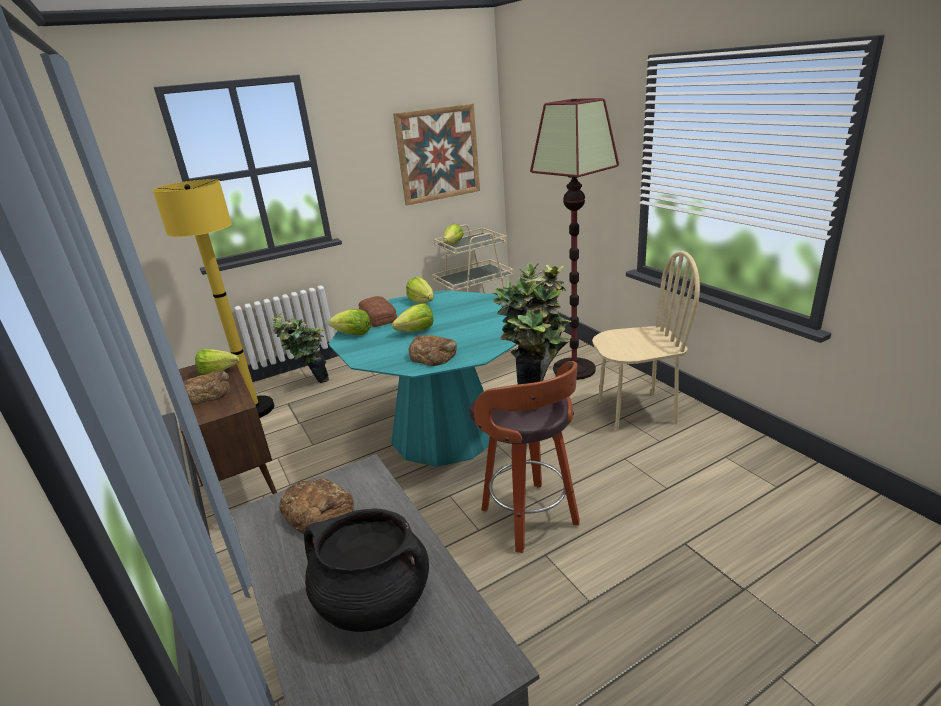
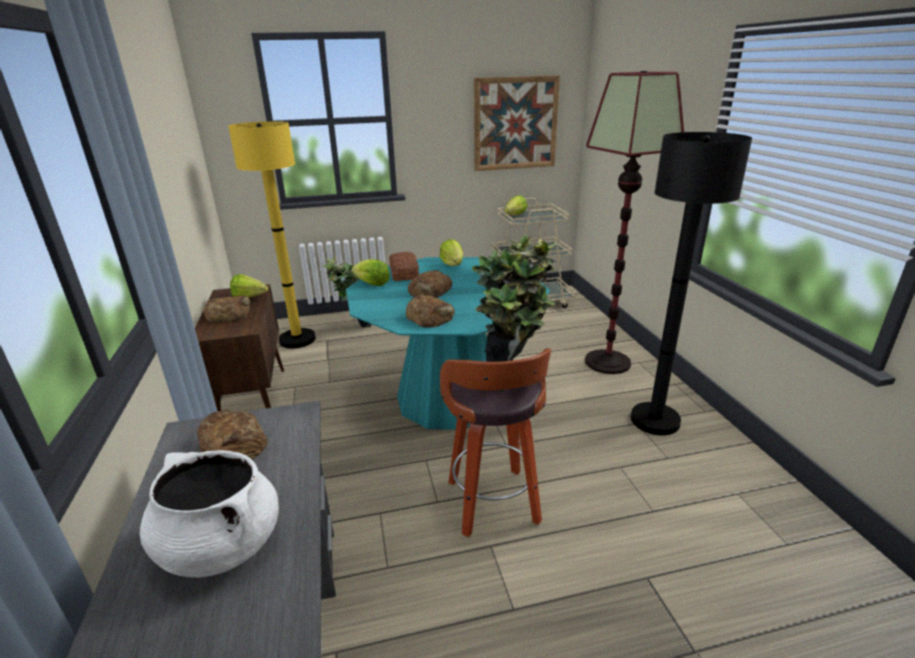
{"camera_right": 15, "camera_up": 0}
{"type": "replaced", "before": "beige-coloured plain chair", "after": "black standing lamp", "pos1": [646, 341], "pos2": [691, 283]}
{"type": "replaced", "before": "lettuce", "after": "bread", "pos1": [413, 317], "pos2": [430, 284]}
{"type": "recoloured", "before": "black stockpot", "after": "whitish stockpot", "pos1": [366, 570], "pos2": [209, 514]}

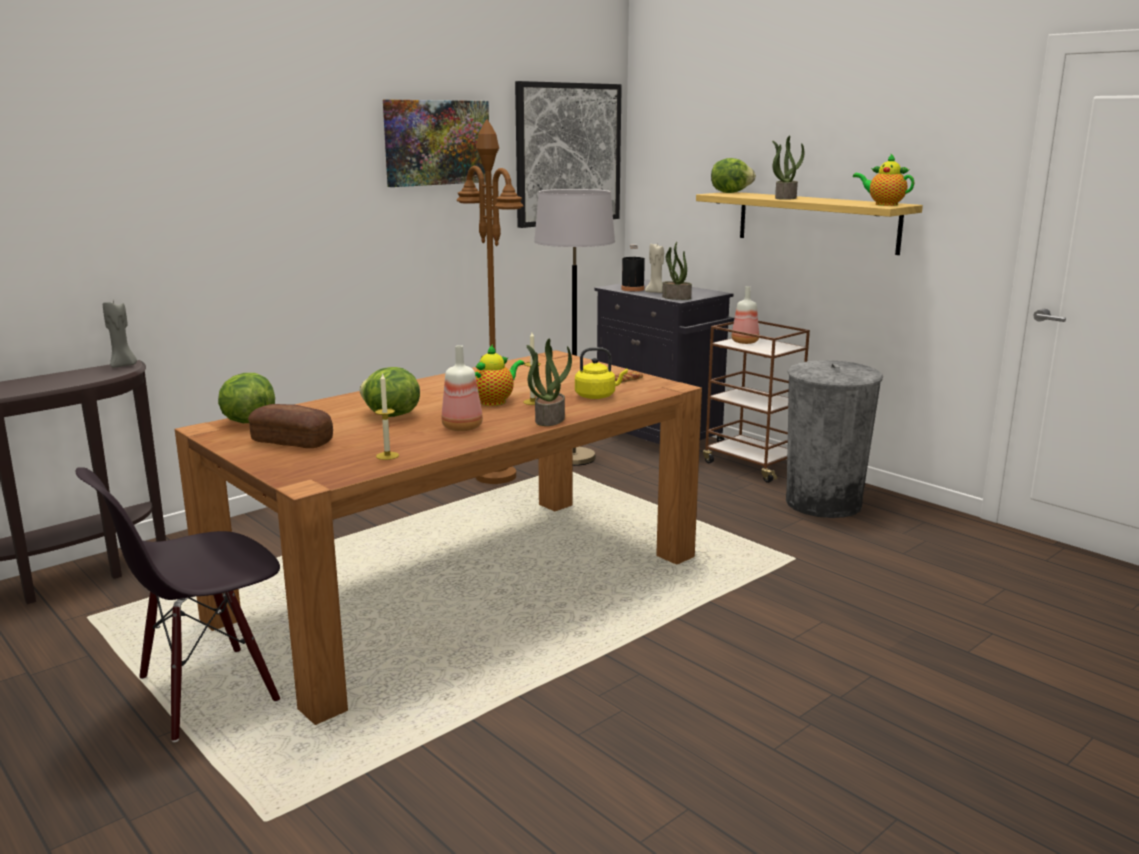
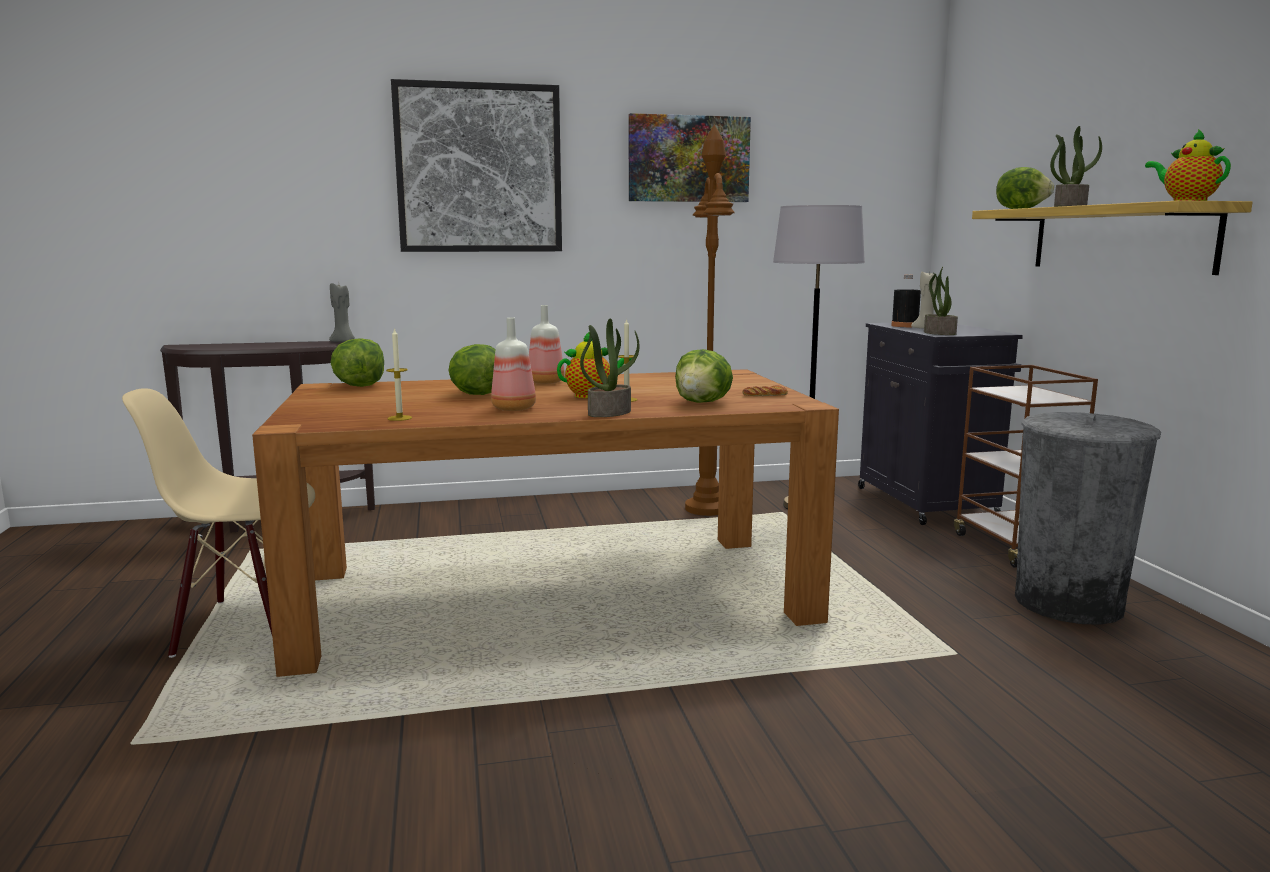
{"camera_right": 30, "camera_up": -5}
{"type": "moved", "before": "picture", "pos1": [568, 154], "pos2": [476, 165]}
{"type": "moved", "before": "bottle", "pos1": [745, 315], "pos2": [547, 344]}
{"type": "replaced", "before": "yellow water kettle", "after": "lettuce", "pos1": [601, 373], "pos2": [704, 376]}
{"type": "removed", "before": "bread", "pos1": [290, 426]}
{"type": "recoloured", "before": "black plain chair", "after": "beige-coloured plain chair", "pos1": [178, 604], "pos2": [218, 523]}

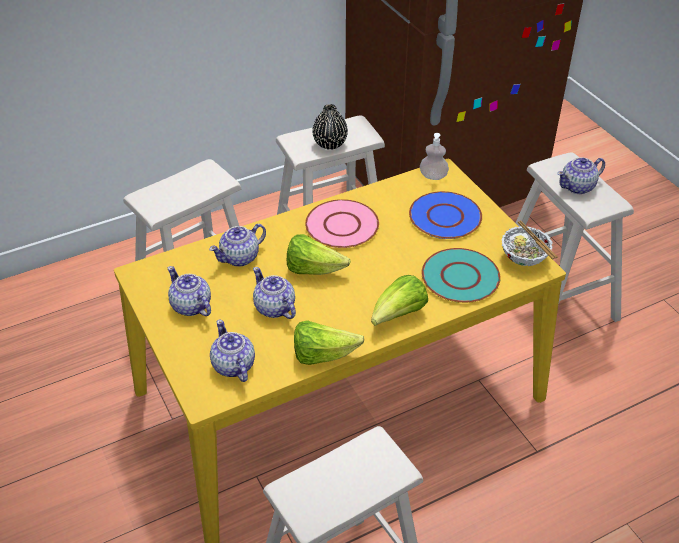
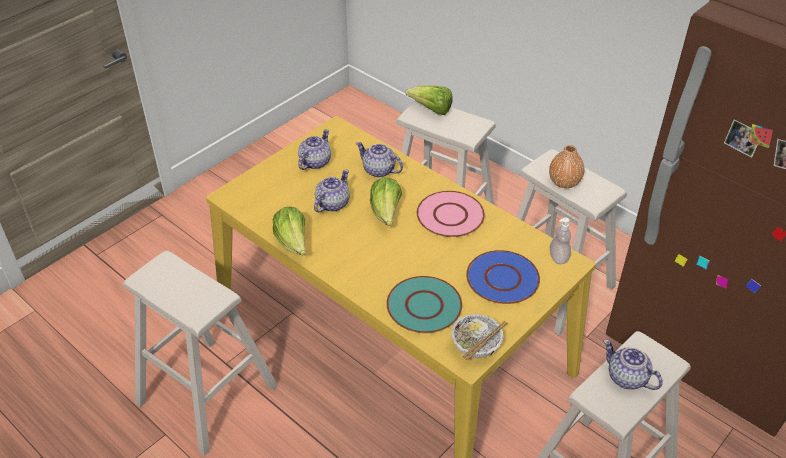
{"camera_right": 70, "camera_up": 0}
{"type": "recoloured", "before": "black vase", "after": "orangey vase", "pos1": [330, 127], "pos2": [567, 166]}
{"type": "moved", "before": "lettuce", "pos1": [399, 300], "pos2": [428, 100]}
{"type": "removed", "before": "teapot", "pos1": [232, 351]}

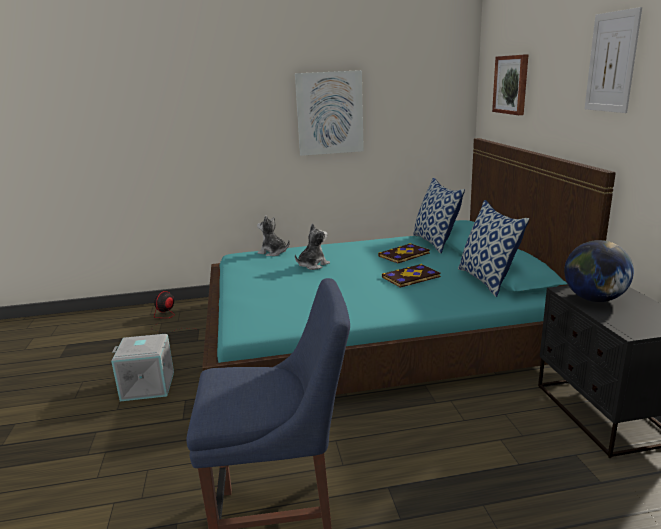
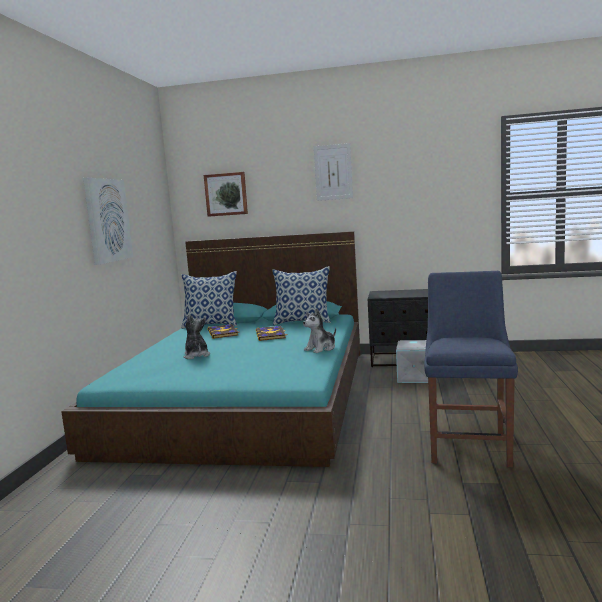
{"camera_right": -70, "camera_up": -10}
{"type": "moved", "before": "cuddly toy", "pos1": [273, 235], "pos2": [319, 330]}
{"type": "removed", "before": "globe", "pos1": [599, 271]}
{"type": "removed", "before": "electric fan", "pos1": [173, 311]}
{"type": "moved", "before": "greyish storage container", "pos1": [142, 367], "pos2": [412, 361]}

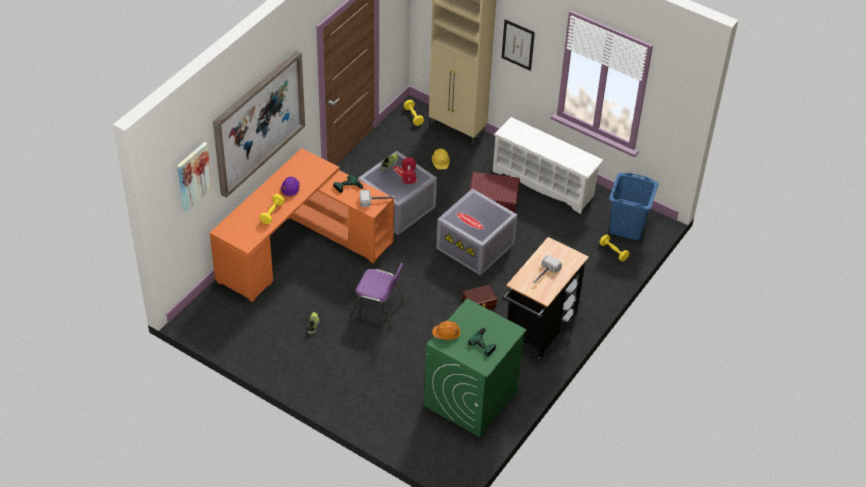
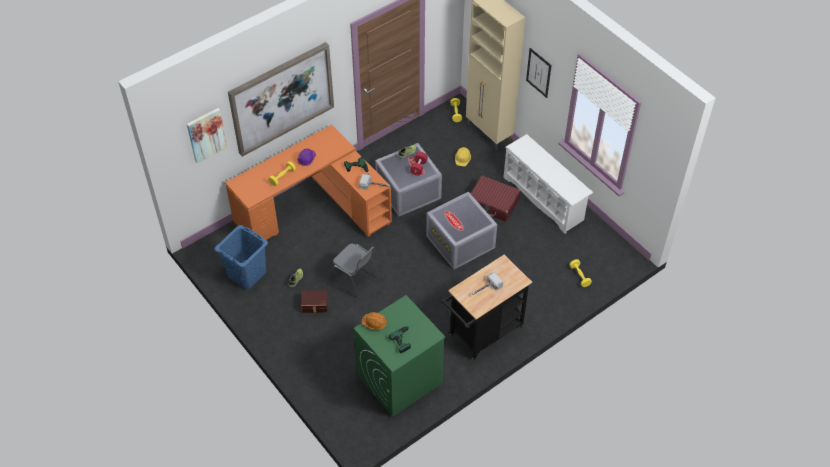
{"camera_right": 20, "camera_up": 5}
{"type": "moved", "before": "blue hamper", "pos1": [634, 206], "pos2": [241, 257]}
{"type": "recoloured", "before": "purple plain chair", "after": "greyish plain chair", "pos1": [378, 295], "pos2": [354, 271]}
{"type": "moved", "before": "brownish storage container", "pos1": [479, 297], "pos2": [314, 301]}

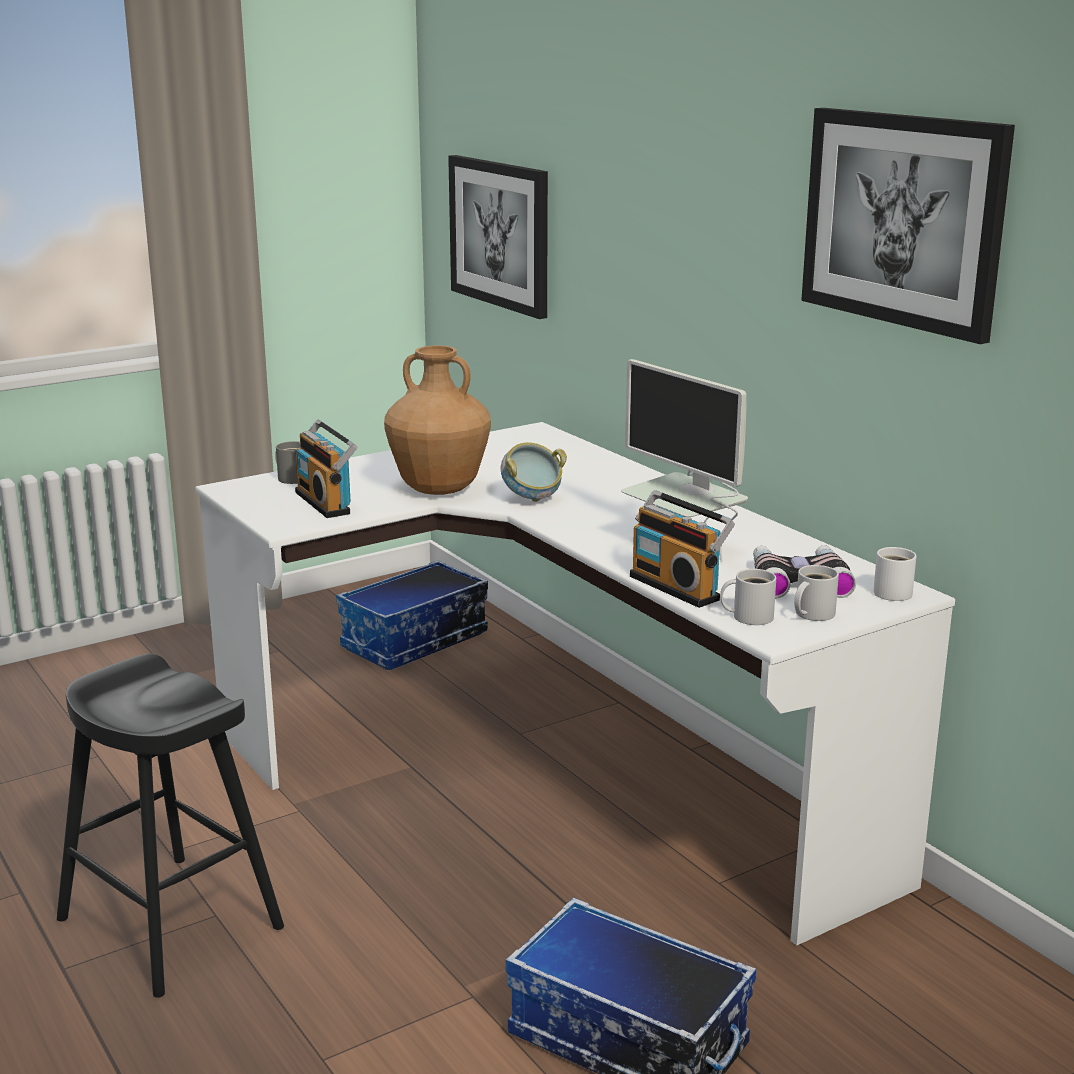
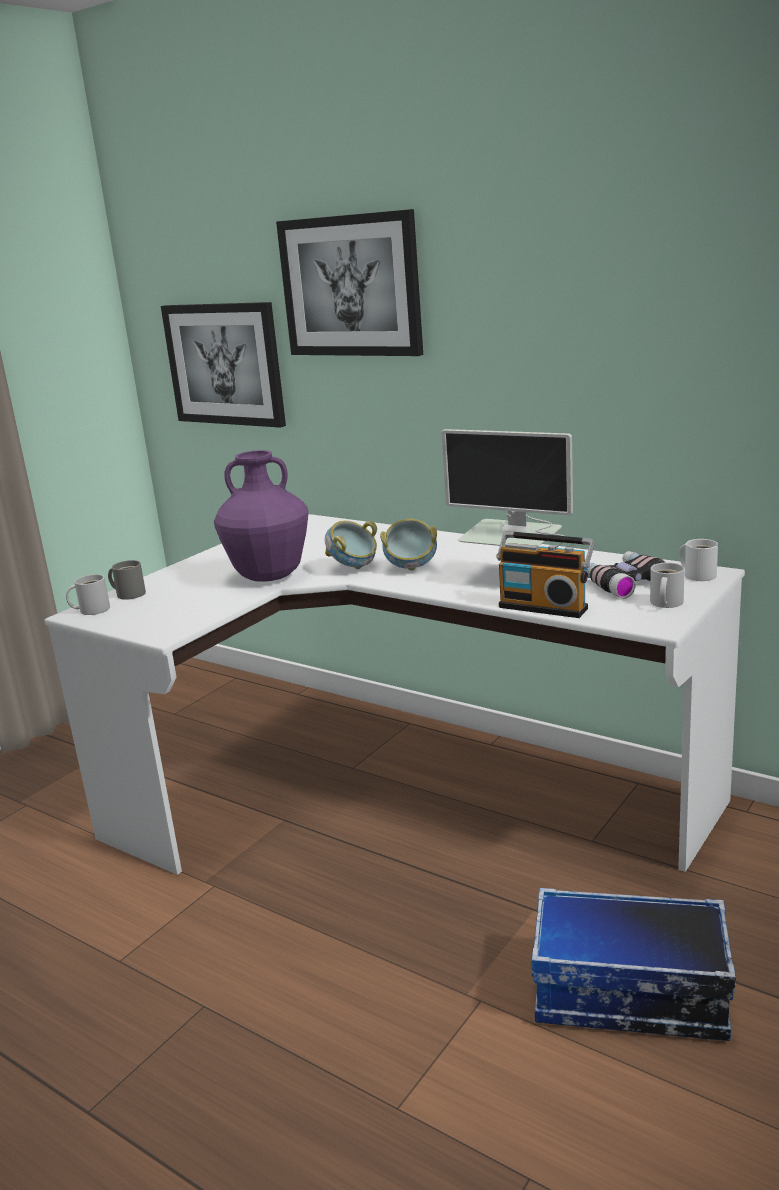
{"camera_right": -20, "camera_up": 0}
{"type": "moved", "before": "picture", "pos1": [908, 226], "pos2": [349, 282]}
{"type": "recoloured", "before": "brownish vase", "after": "purple vase", "pos1": [437, 420], "pos2": [261, 516]}
{"type": "removed", "before": "radio receiver", "pos1": [326, 469]}
{"type": "removed", "before": "storage container", "pos1": [412, 615]}
{"type": "moved", "before": "whitish coffee mug", "pos1": [748, 597], "pos2": [88, 594]}
{"type": "removed", "before": "black stool", "pos1": [170, 826]}
{"type": "added", "after": "serving bowl", "pos2": [408, 545]}

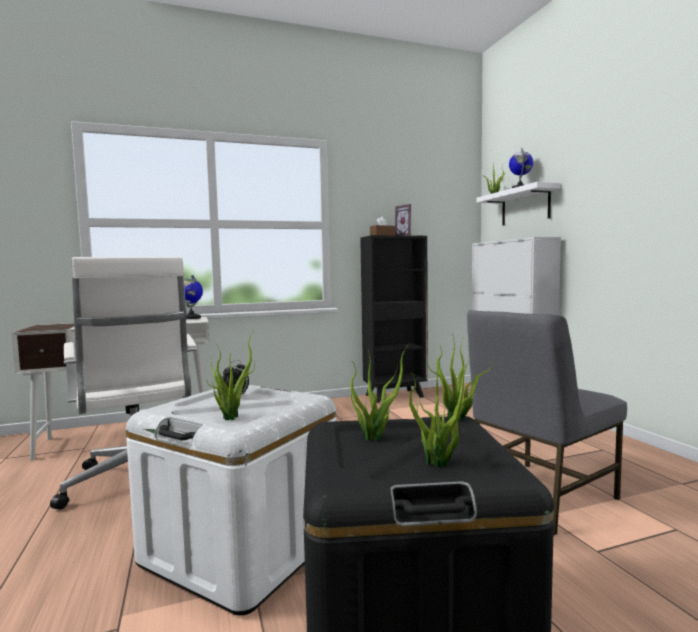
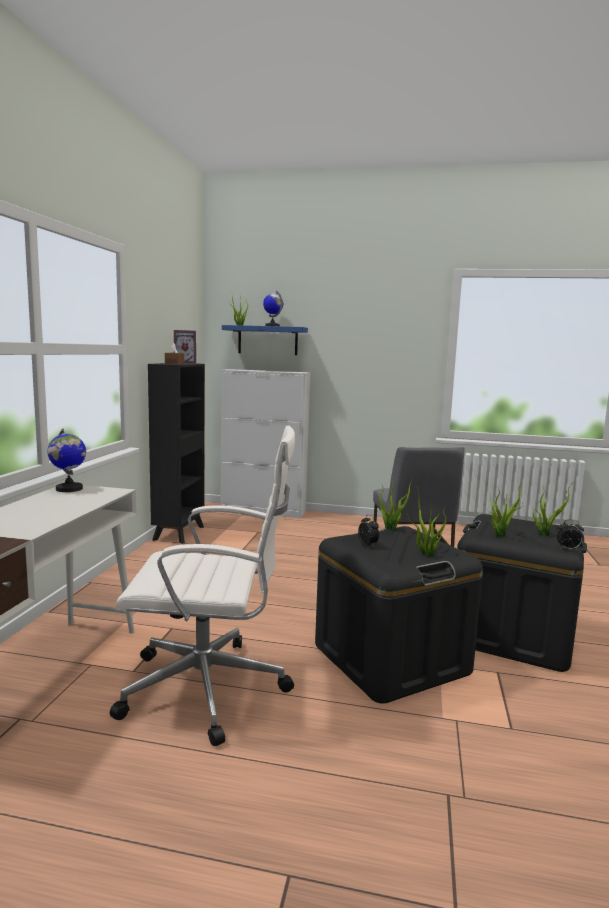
{"camera_right": -60, "camera_up": 5}
{"type": "recoloured", "before": "whitish bracket shelf", "after": "blue bracket shelf", "pos1": [518, 204], "pos2": [265, 340]}
{"type": "moved", "before": "potted plant", "pos1": [459, 377], "pos2": [397, 503]}
{"type": "recoloured", "before": "whitish storage container", "after": "black storage container", "pos1": [231, 500], "pos2": [399, 615]}
{"type": "added", "after": "alarm clock", "pos2": [570, 535]}

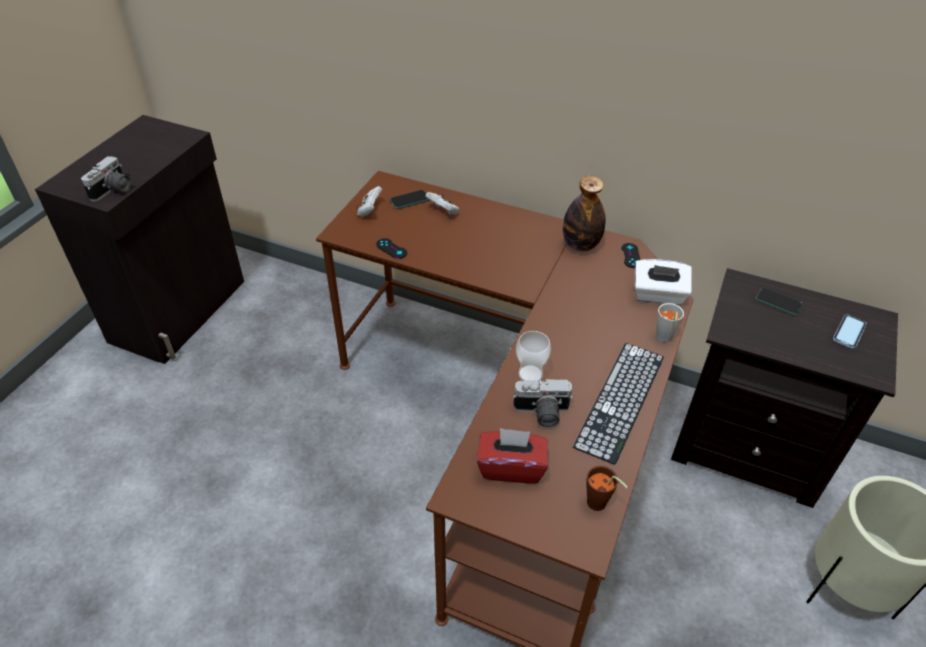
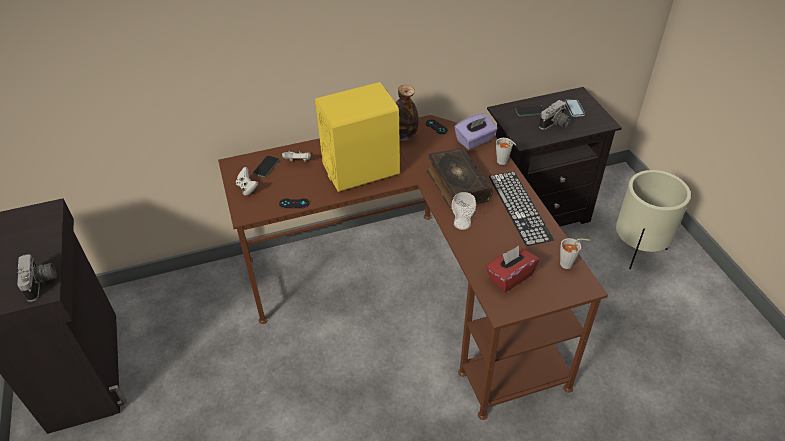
{"camera_right": -40, "camera_up": 0}
{"type": "recoloured", "before": "whitish box of tissues", "after": "purple box of tissues", "pos1": [663, 282], "pos2": [475, 131]}
{"type": "moved", "before": "photo camera", "pos1": [543, 403], "pos2": [555, 115]}
{"type": "recoloured", "before": "brownish small cup", "after": "greyish small cup", "pos1": [606, 488], "pos2": [575, 253]}
{"type": "added", "after": "yellow loudspeaker", "pos2": [357, 137]}
{"type": "added", "after": "bound book", "pos2": [460, 179]}

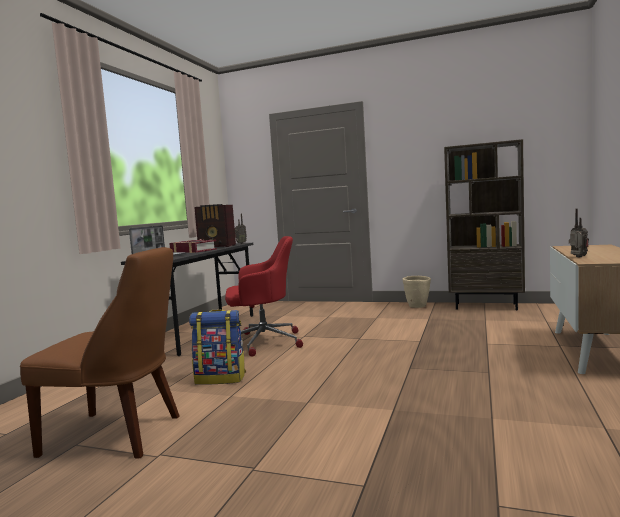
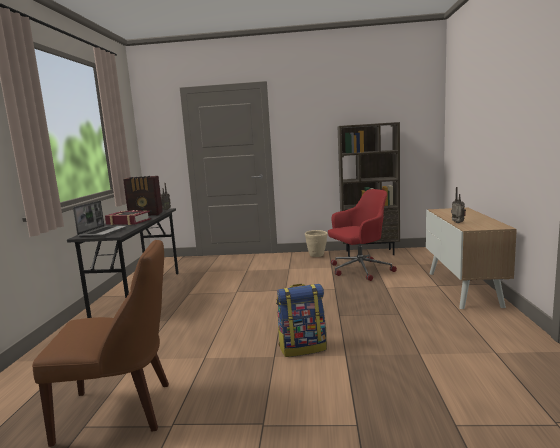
{"camera_right": -15, "camera_up": 5}
{"type": "moved", "before": "red office chair", "pos1": [264, 296], "pos2": [362, 235]}
{"type": "moved", "before": "knapsack", "pos1": [217, 347], "pos2": [301, 320]}

